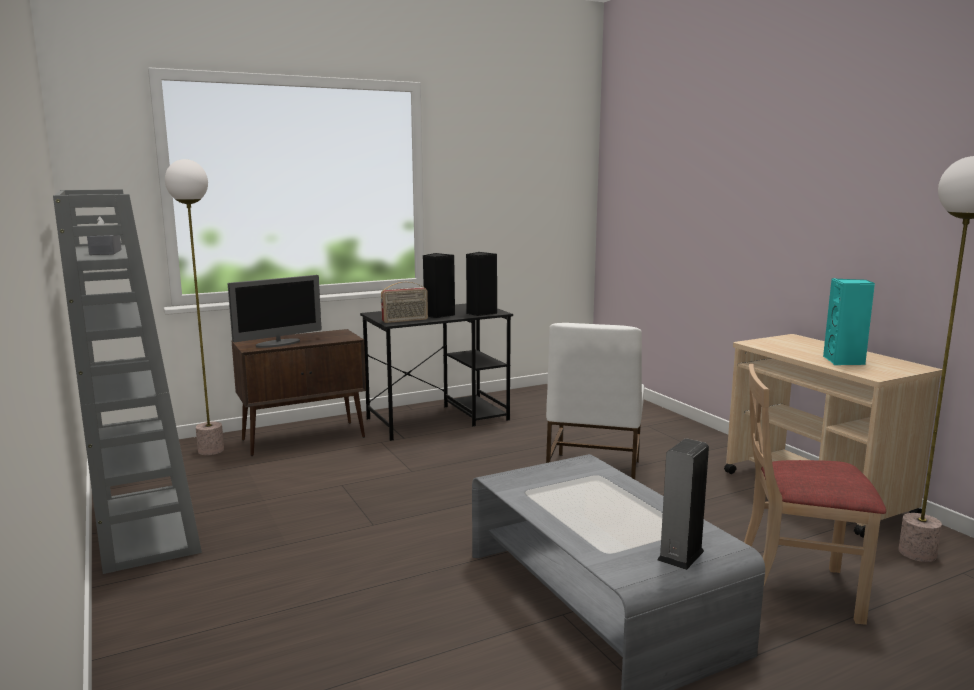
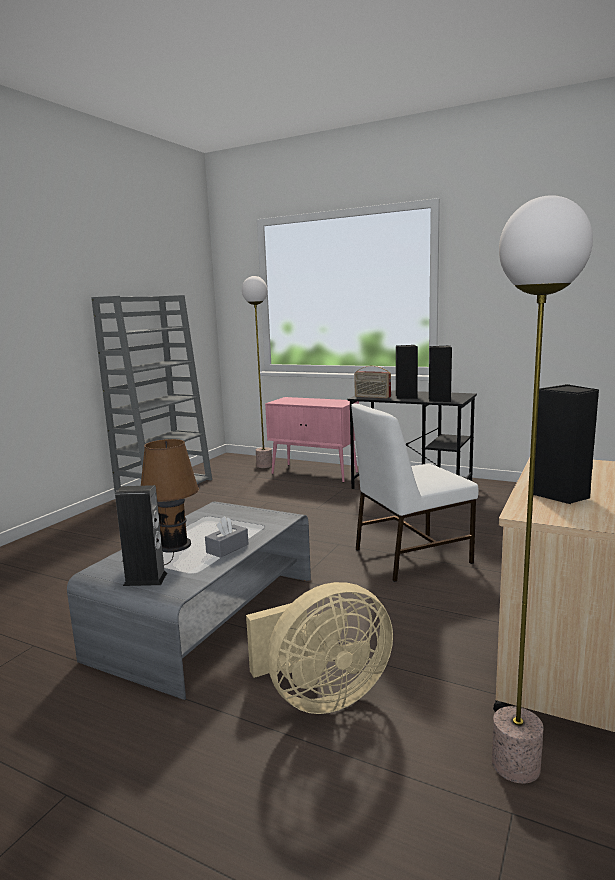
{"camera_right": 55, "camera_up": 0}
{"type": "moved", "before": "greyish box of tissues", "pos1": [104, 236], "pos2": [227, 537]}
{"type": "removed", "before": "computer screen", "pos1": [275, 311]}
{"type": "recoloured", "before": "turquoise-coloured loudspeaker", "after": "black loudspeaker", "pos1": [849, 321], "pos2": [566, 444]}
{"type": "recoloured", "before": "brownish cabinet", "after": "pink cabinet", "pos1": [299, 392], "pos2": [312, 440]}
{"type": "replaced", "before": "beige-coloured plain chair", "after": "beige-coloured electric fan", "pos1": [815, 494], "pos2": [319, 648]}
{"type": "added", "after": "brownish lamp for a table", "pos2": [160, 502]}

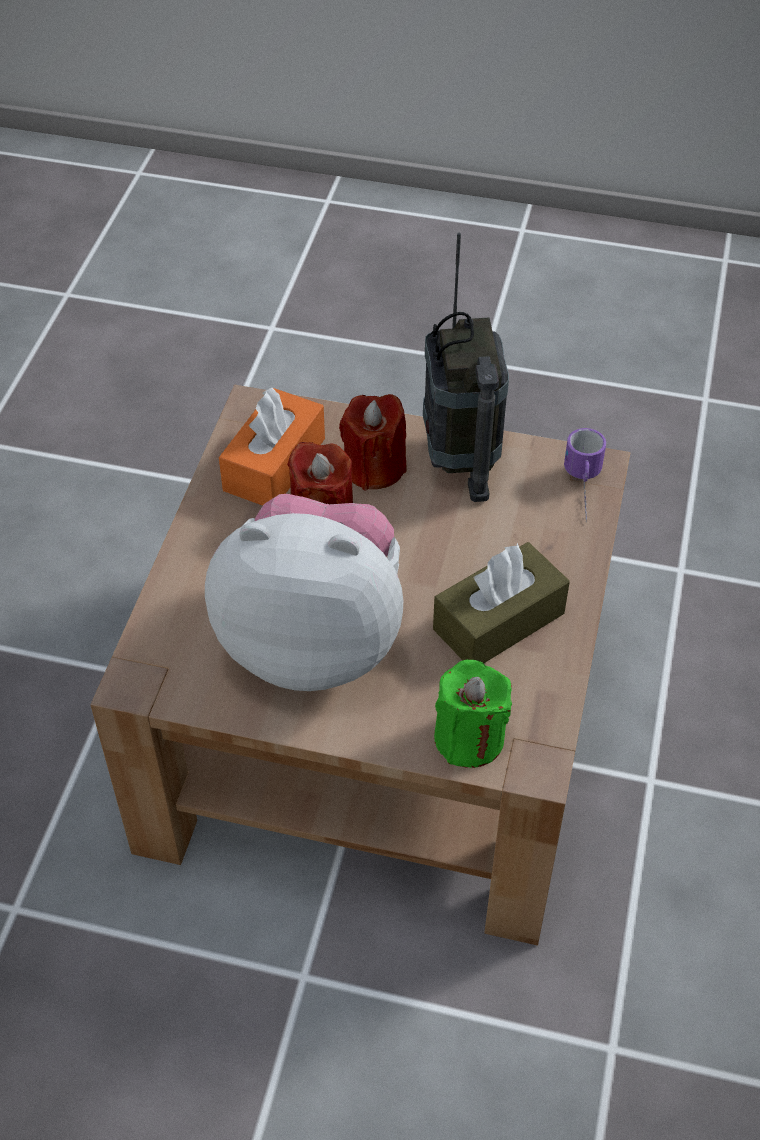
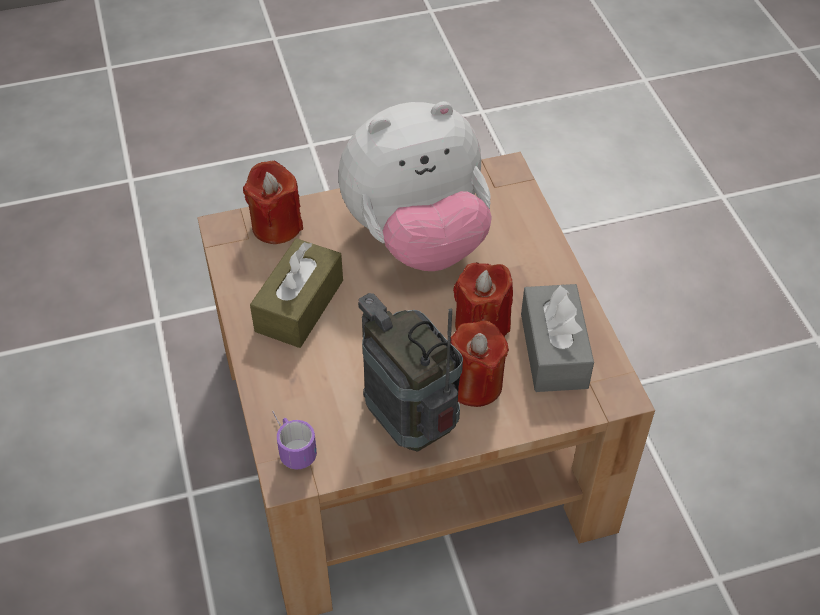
{"camera_right": 150, "camera_up": 0}
{"type": "recoloured", "before": "orangey box of tissues", "after": "greyish box of tissues", "pos1": [272, 447], "pos2": [557, 338]}
{"type": "recoloured", "before": "green-coloured candle", "after": "red candle", "pos1": [473, 714], "pos2": [273, 202]}

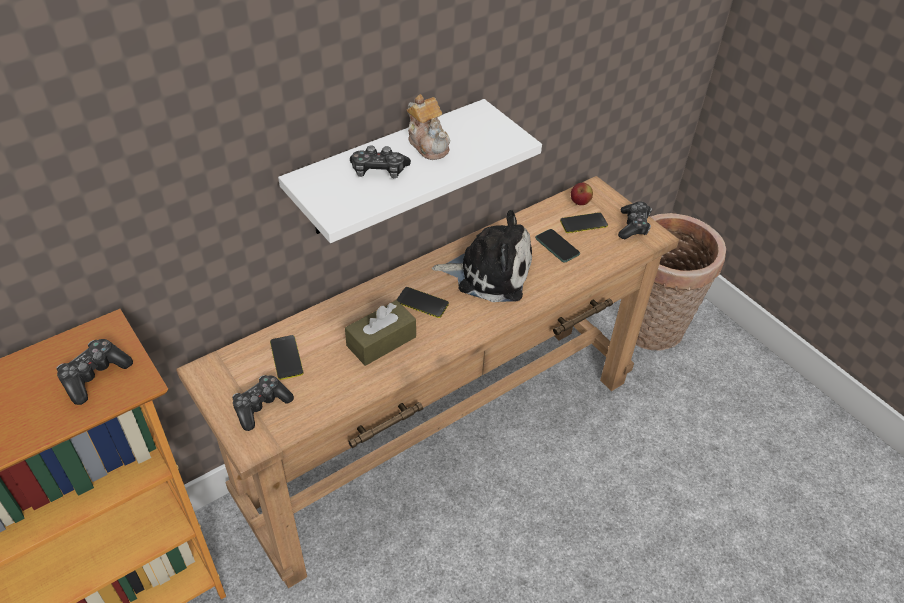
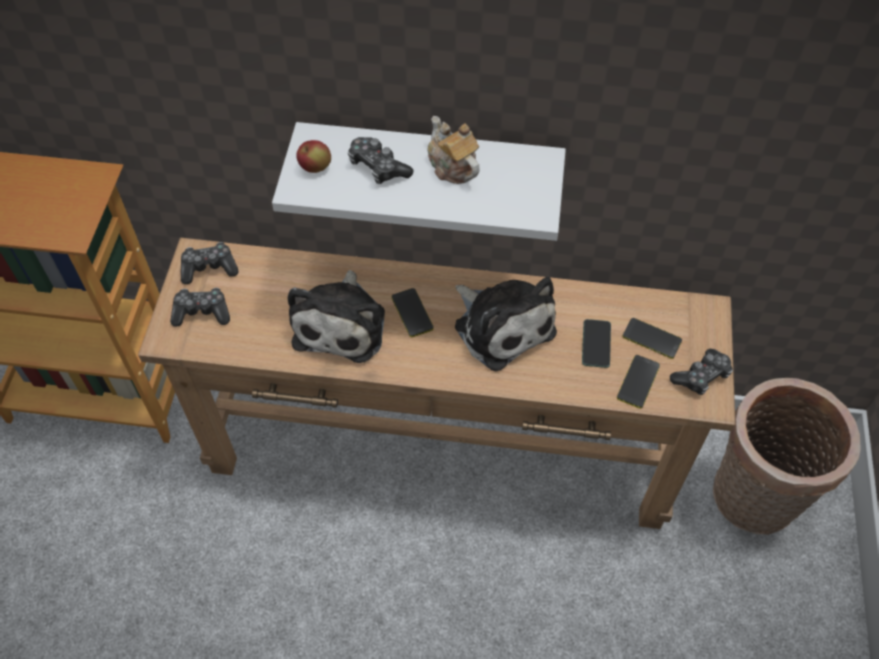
{"camera_right": 45, "camera_up": 10}
{"type": "turned", "before": "teapot", "pos1": [428, 127], "pos2": [453, 150], "turn": 135}
{"type": "moved", "before": "apple", "pos1": [582, 194], "pos2": [313, 156]}
{"type": "replaced", "before": "brownish box of tissues", "after": "cuddly toy", "pos1": [380, 333], "pos2": [336, 316]}
{"type": "moved", "before": "telephone", "pos1": [286, 357], "pos2": [638, 382]}
{"type": "moved", "before": "joypad", "pos1": [94, 372], "pos2": [210, 263]}

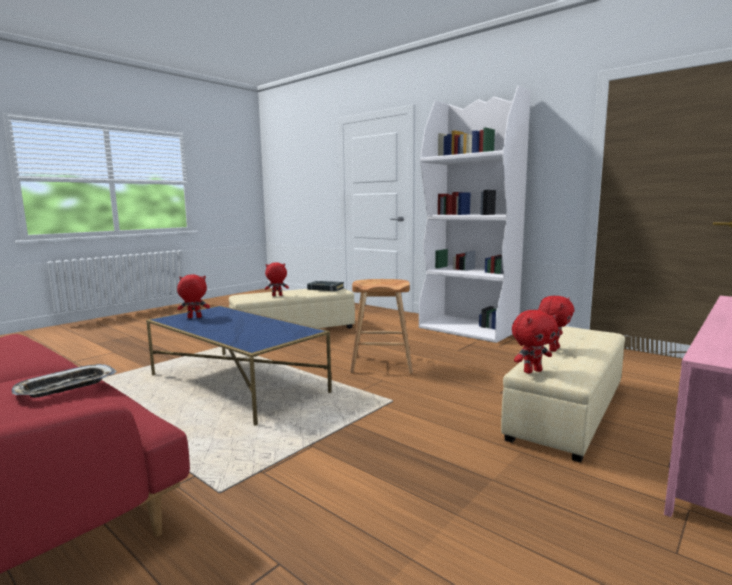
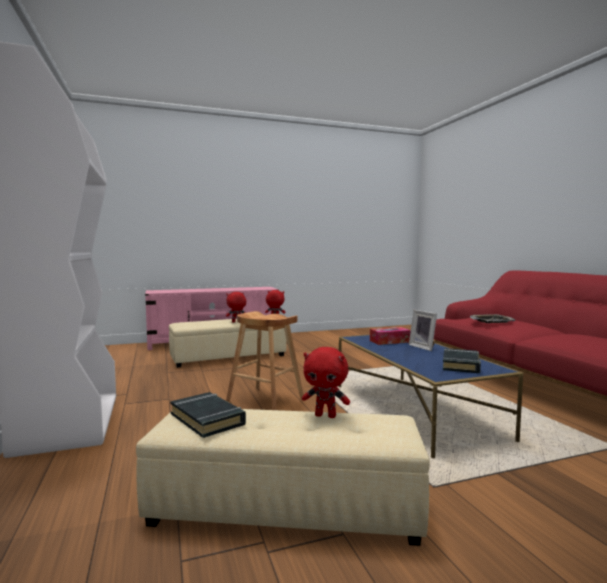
{"camera_right": -150, "camera_up": -5}
{"type": "replaced", "before": "red cuddly toy", "after": "black bound book", "pos1": [193, 296], "pos2": [462, 360]}
{"type": "added", "after": "picture frame", "pos2": [423, 330]}
{"type": "added", "after": "box of tissues", "pos2": [390, 336]}

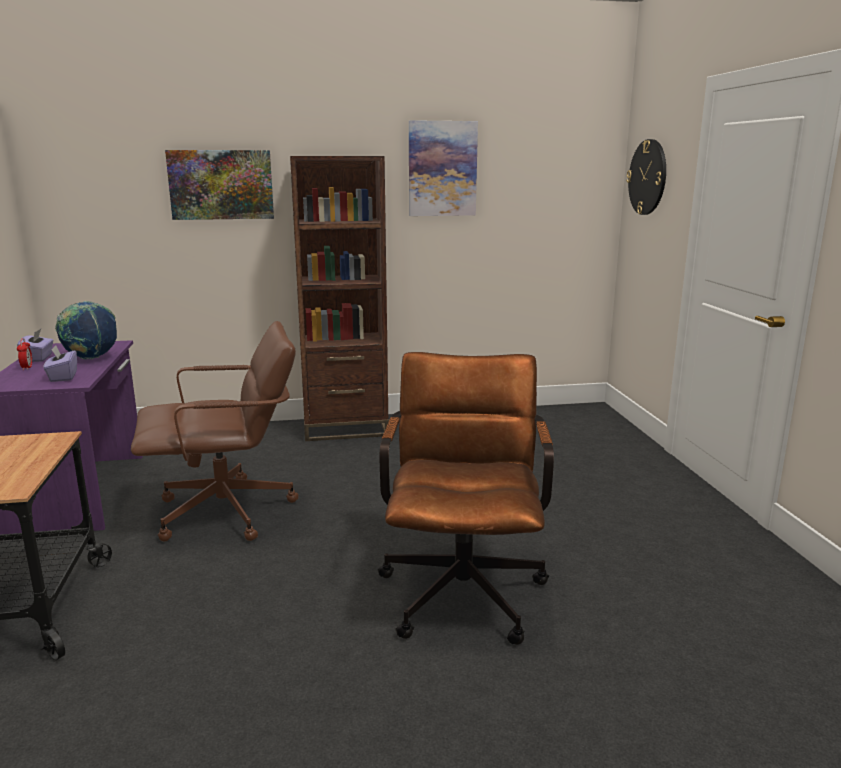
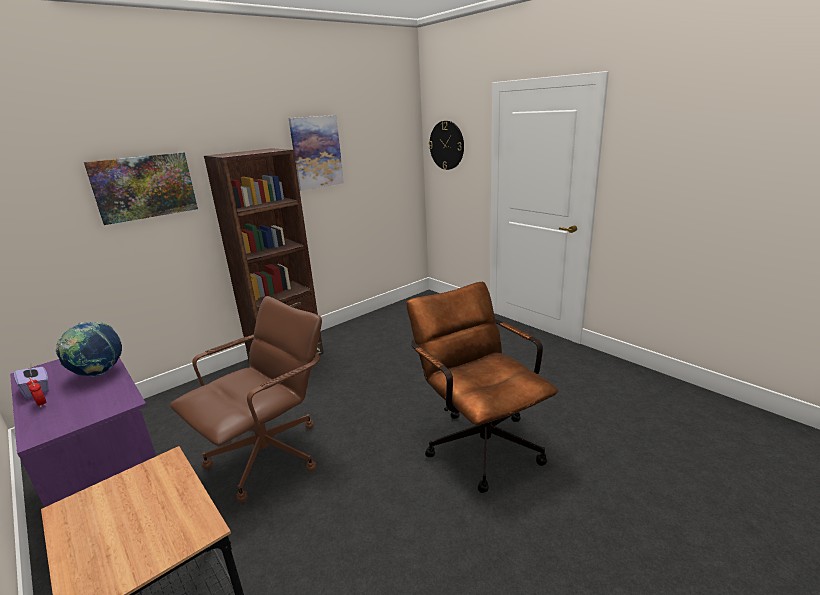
{"camera_right": -30, "camera_up": 5}
{"type": "removed", "before": "purple box of tissues", "pos1": [60, 363]}

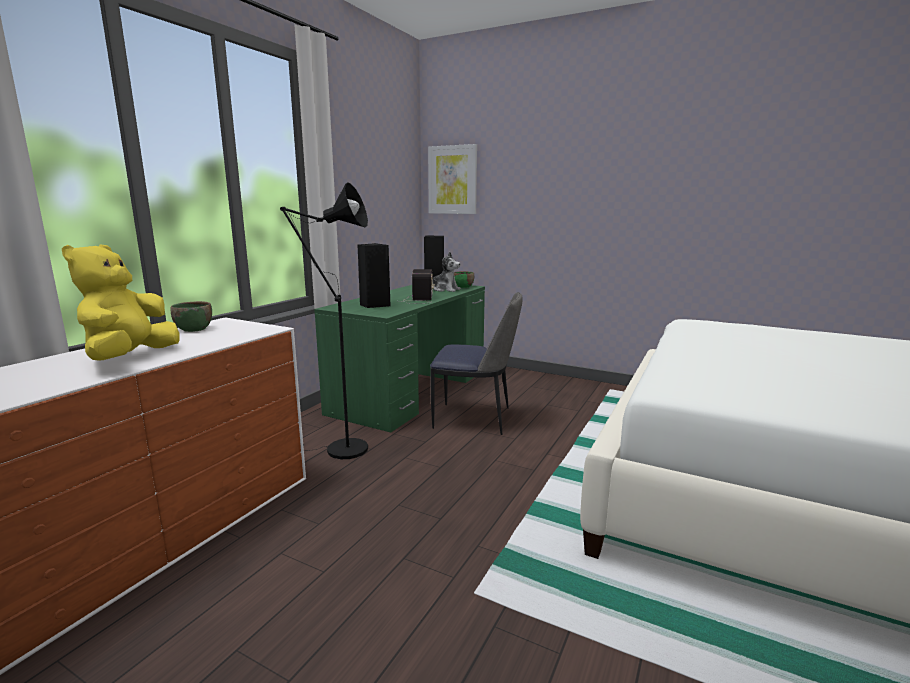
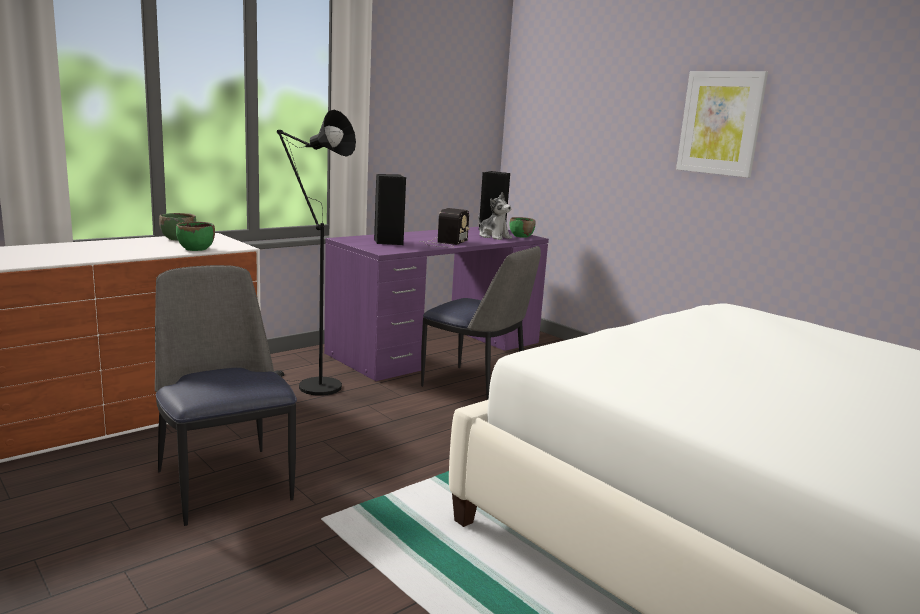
{"camera_right": 20, "camera_up": 0}
{"type": "moved", "before": "picture", "pos1": [452, 179], "pos2": [722, 124]}
{"type": "removed", "before": "yellow cuddly toy", "pos1": [121, 303]}
{"type": "recoloured", "before": "green-coloured desk table", "after": "purple desk table", "pos1": [399, 358], "pos2": [436, 304]}
{"type": "added", "after": "green-coloured serving bowl", "pos2": [195, 236]}
{"type": "added", "after": "plain chair", "pos2": [226, 395]}

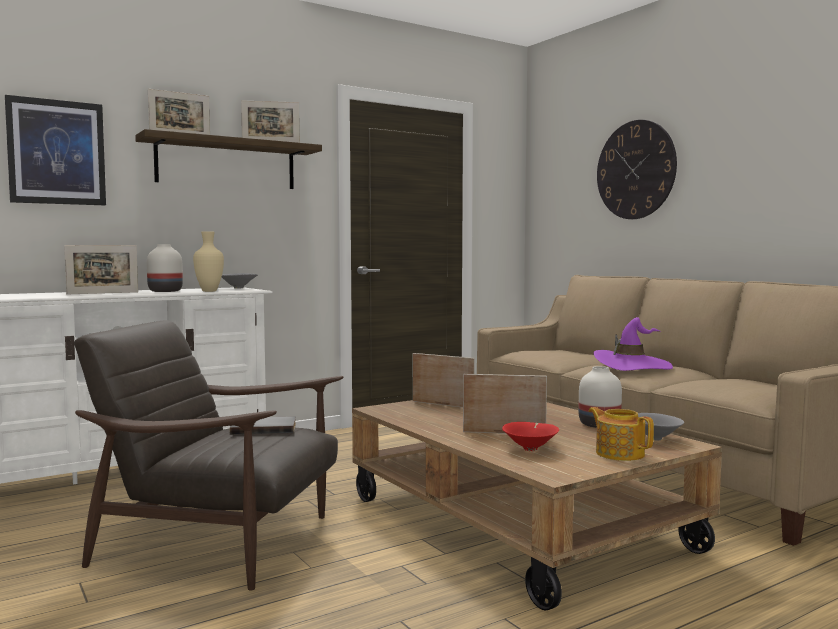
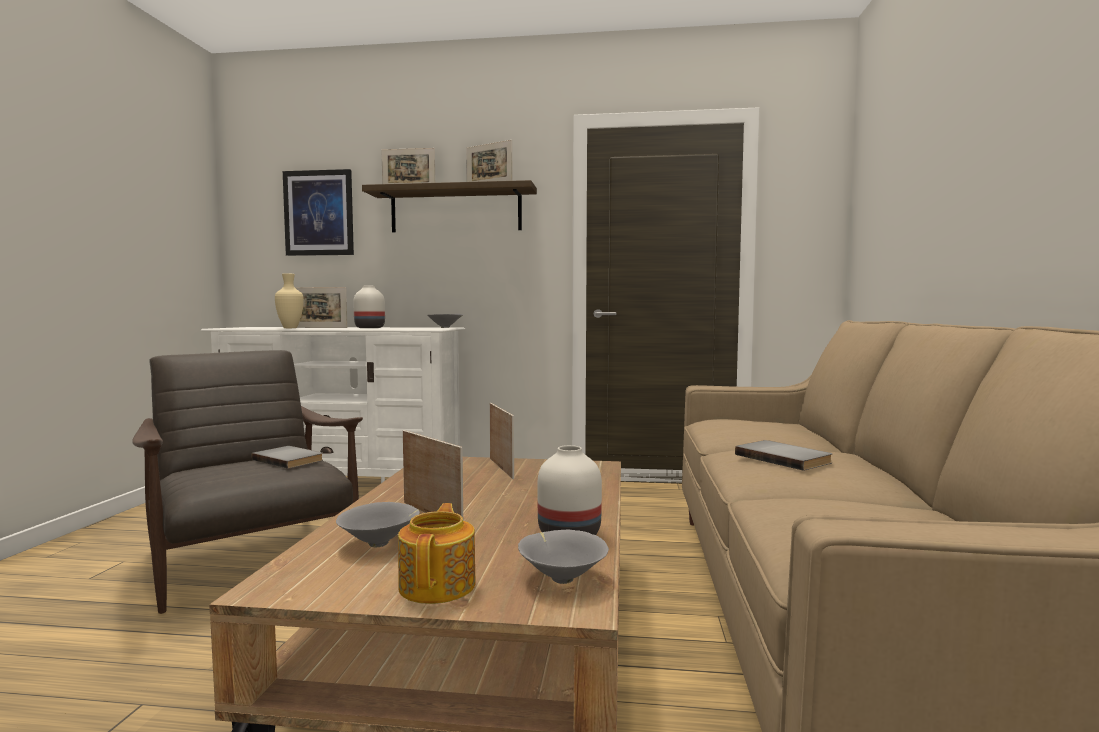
{"camera_right": 40, "camera_up": 0}
{"type": "removed", "before": "hanging clock", "pos1": [637, 169]}
{"type": "moved", "before": "beige-coloured vase", "pos1": [208, 261], "pos2": [289, 300]}
{"type": "replaced", "before": "purple wearable hat", "after": "greyish bound book", "pos1": [633, 344], "pos2": [783, 455]}
{"type": "recoloured", "before": "red serving bowl", "after": "greyish serving bowl", "pos1": [530, 436], "pos2": [378, 524]}

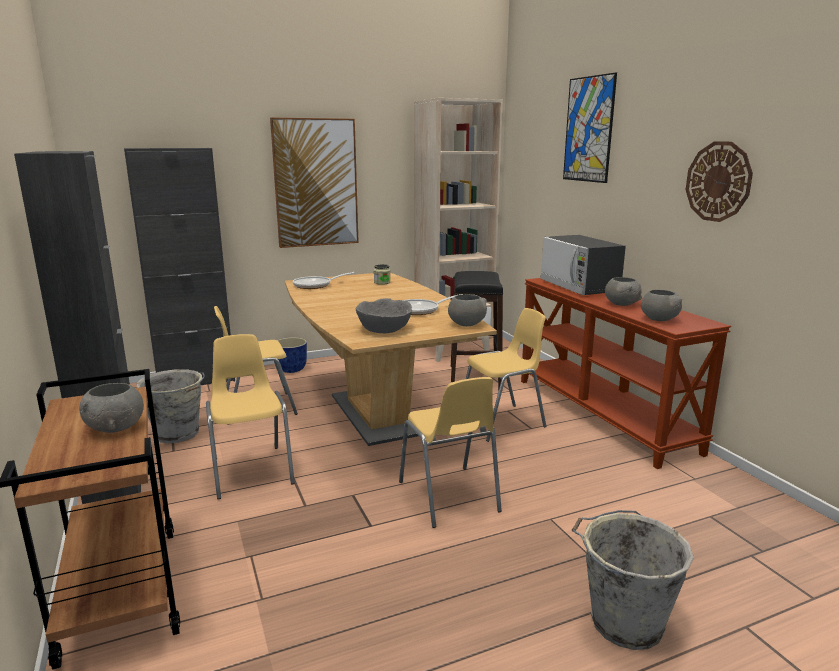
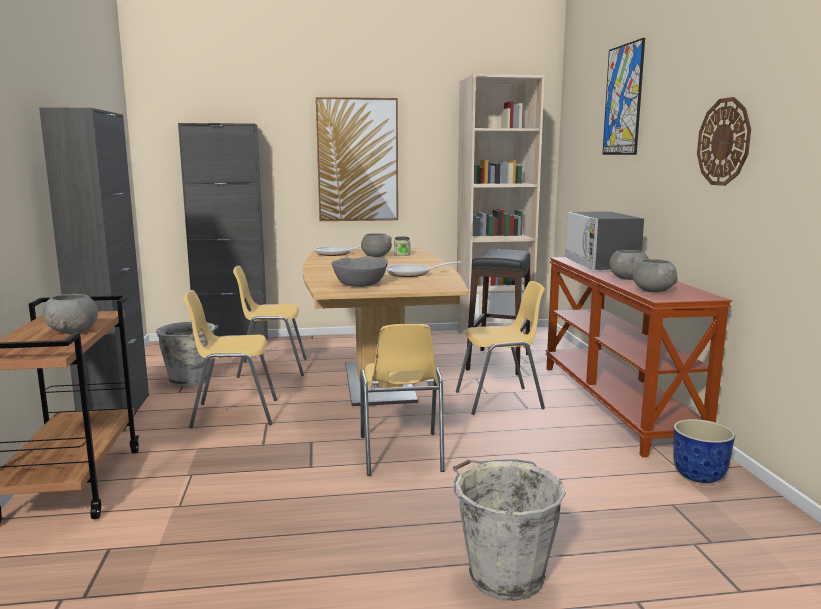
{"camera_right": 15, "camera_up": -5}
{"type": "moved", "before": "greyish serving bowl", "pos1": [467, 310], "pos2": [376, 245]}
{"type": "turned", "before": "yellow plain chair", "pos1": [250, 416], "pos2": [230, 359], "turn": -90}
{"type": "moved", "before": "flower pot", "pos1": [292, 355], "pos2": [704, 451]}

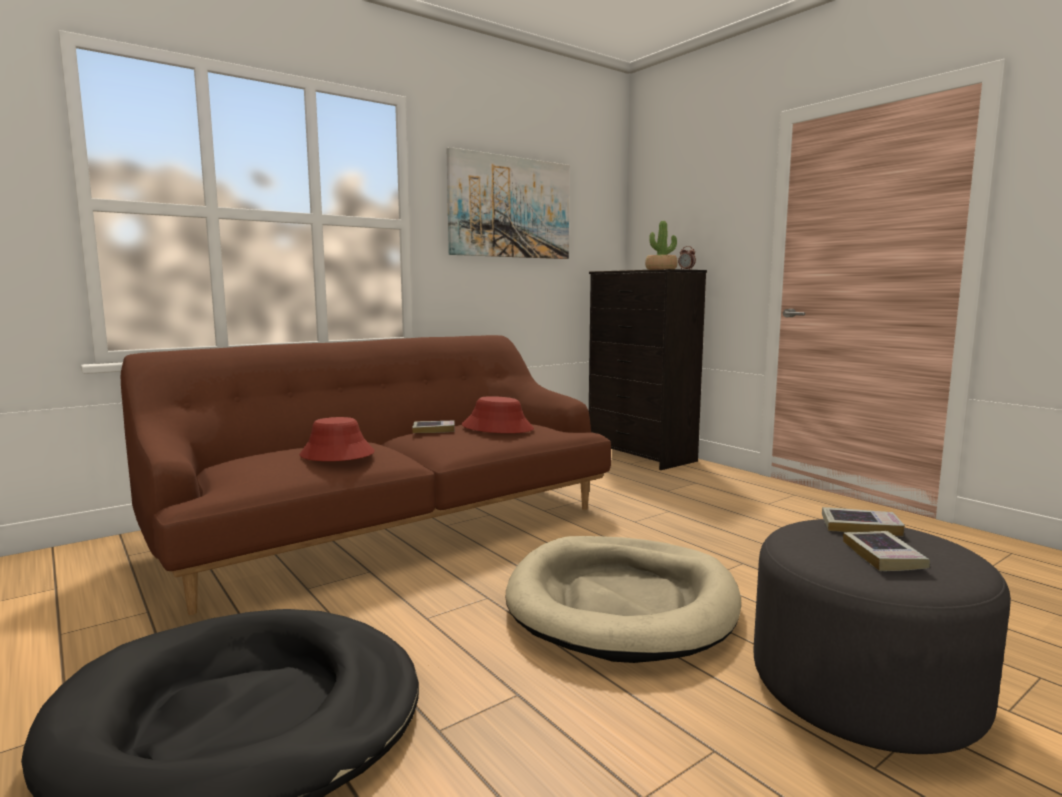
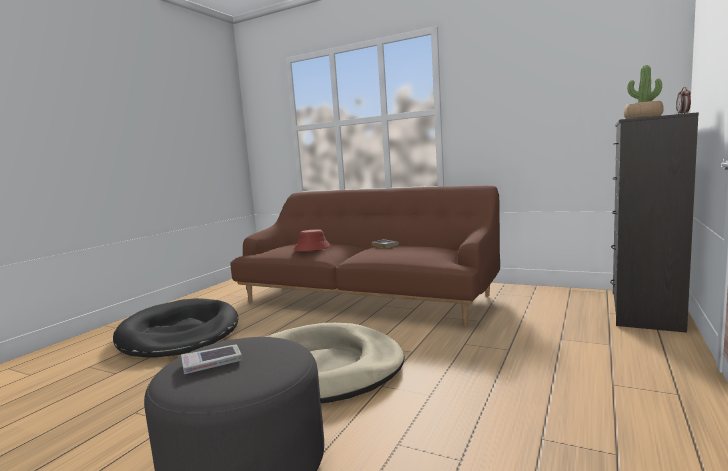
{"camera_right": 65, "camera_up": 0}
{"type": "removed", "before": "picture", "pos1": [508, 203]}
{"type": "removed", "before": "red wearable hat", "pos1": [498, 414]}
{"type": "removed", "before": "bound book", "pos1": [863, 521]}

